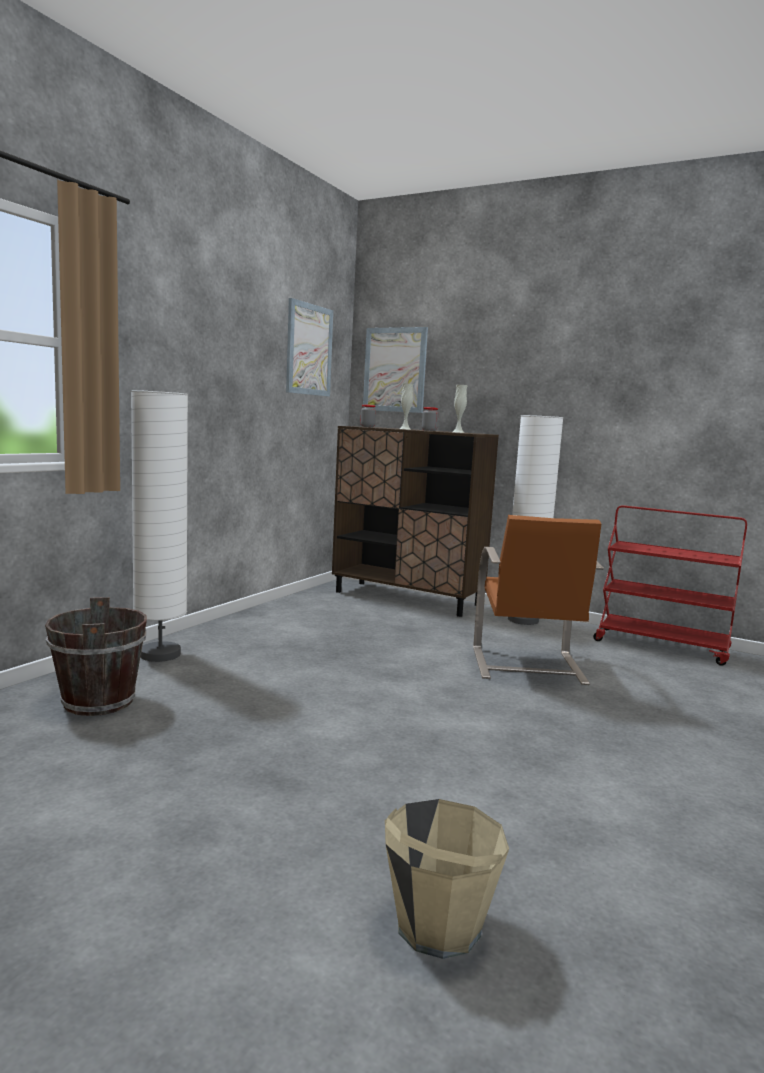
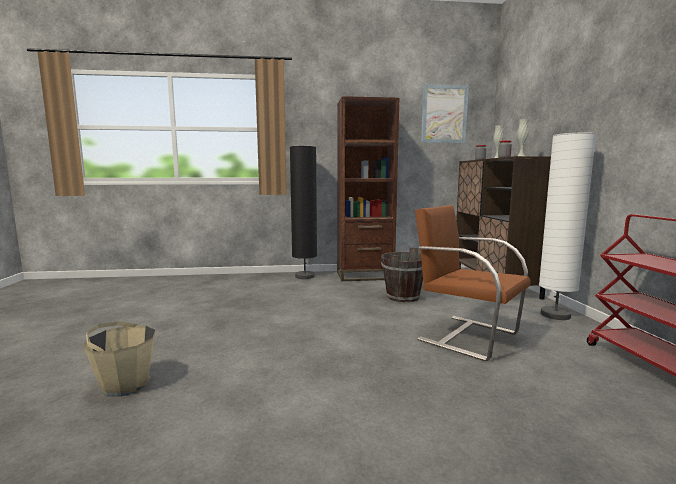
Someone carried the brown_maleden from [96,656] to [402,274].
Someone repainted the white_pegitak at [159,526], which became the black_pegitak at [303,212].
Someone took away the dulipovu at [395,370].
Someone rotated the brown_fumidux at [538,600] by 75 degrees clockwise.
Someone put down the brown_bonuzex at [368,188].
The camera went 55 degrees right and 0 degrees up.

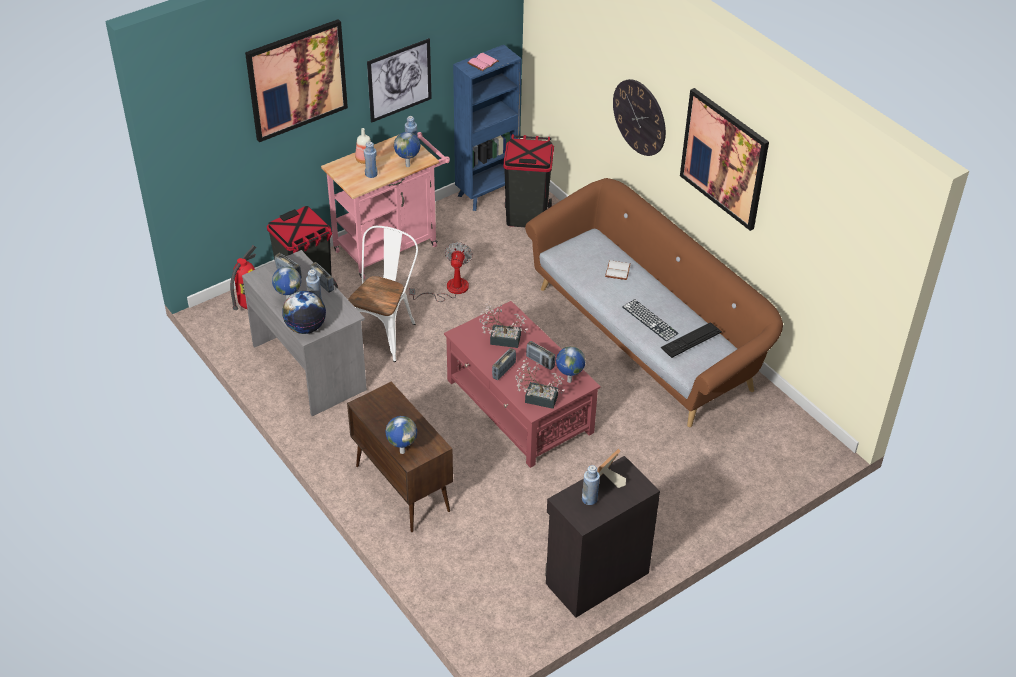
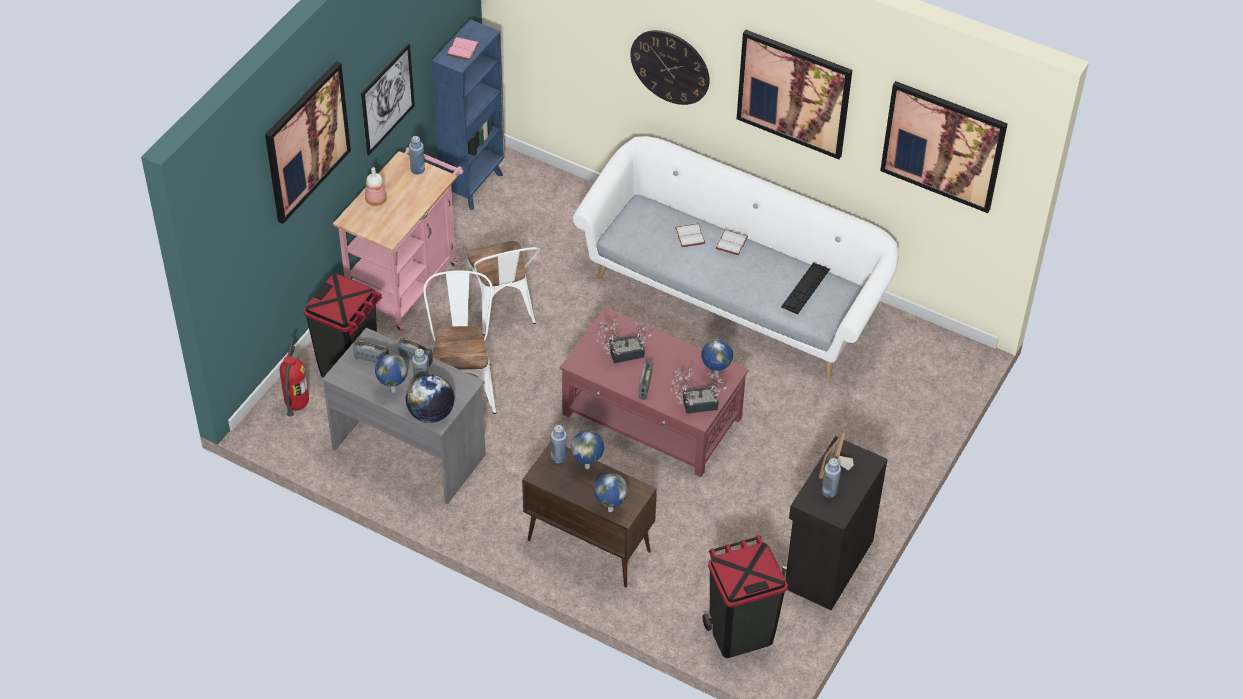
Someone carried the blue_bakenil from [371,160] to [559,444].
Someone carried the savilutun from [407,149] to [587,449].
Someone swapped the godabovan at [441,272] for the white_fumidux at [502,288].
Someone carried the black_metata from [528,180] to [745,596].
Someone repainted the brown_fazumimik at [654,302], which became the white_fazumimik at [736,257].
Someone took away the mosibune at [540,355].
Someone took away the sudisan at [650,320].
Someone put down the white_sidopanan at [732,242].
Someone put up the dulipovu at [944,147].
The camera went 25 degrees left and 5 degrees up.

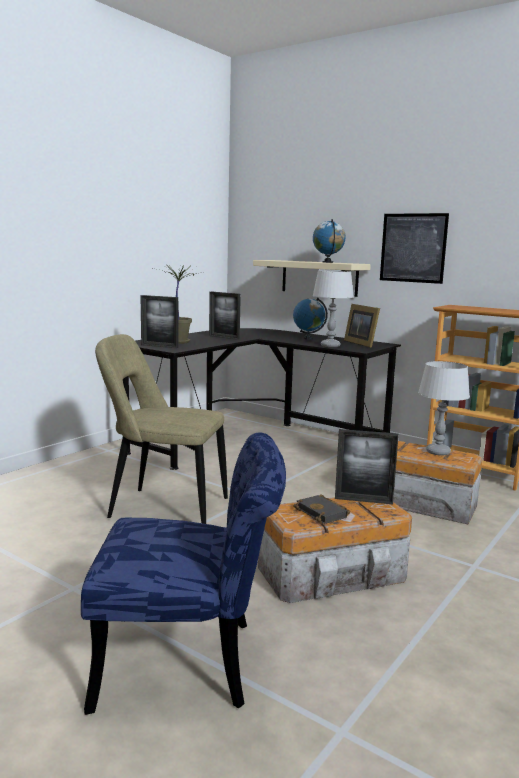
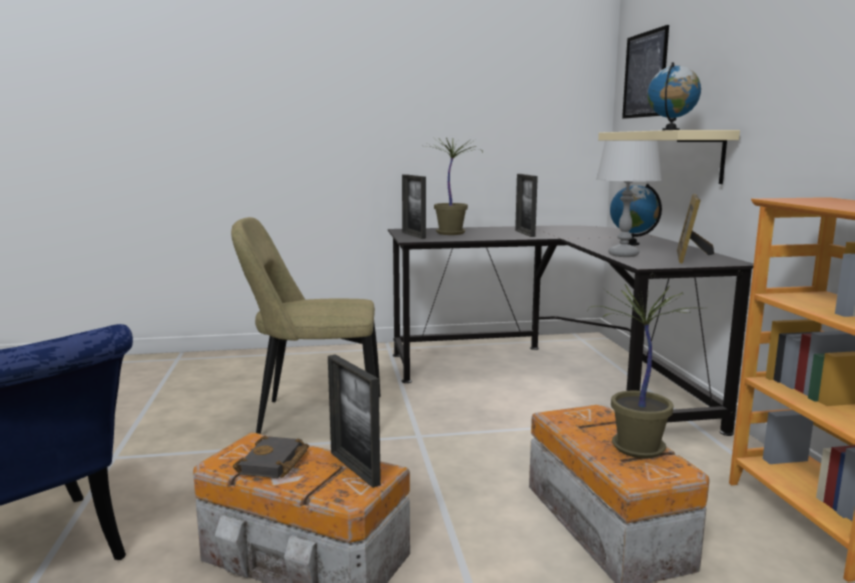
Someone rotated the beige_fumidux at [161,429] by 60 degrees counterclockwise.
Someone carried the dulipovu from [414,248] to [645,72].
Someone swapped the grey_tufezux at [444,408] for the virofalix at [642,371].
The camera went 45 degrees right and 0 degrees up.

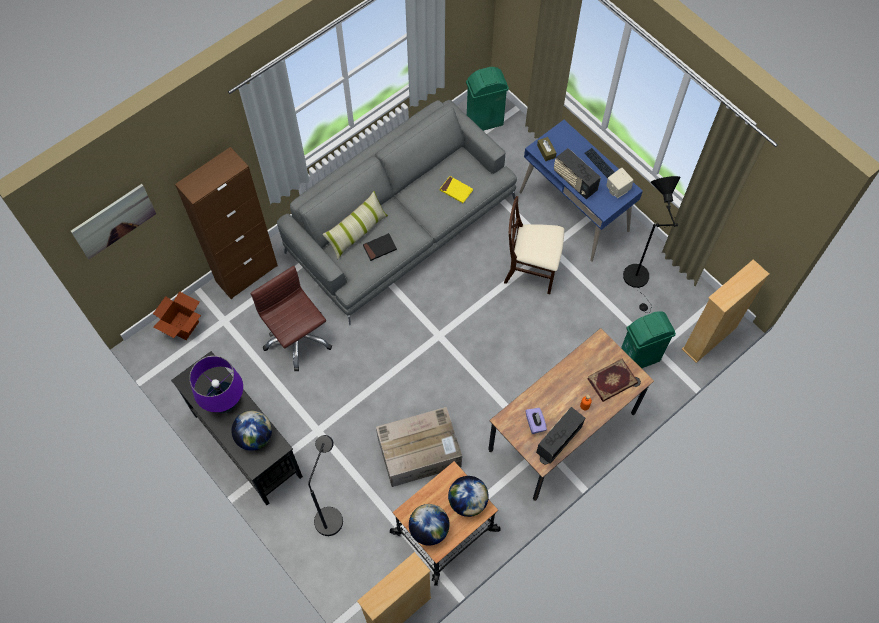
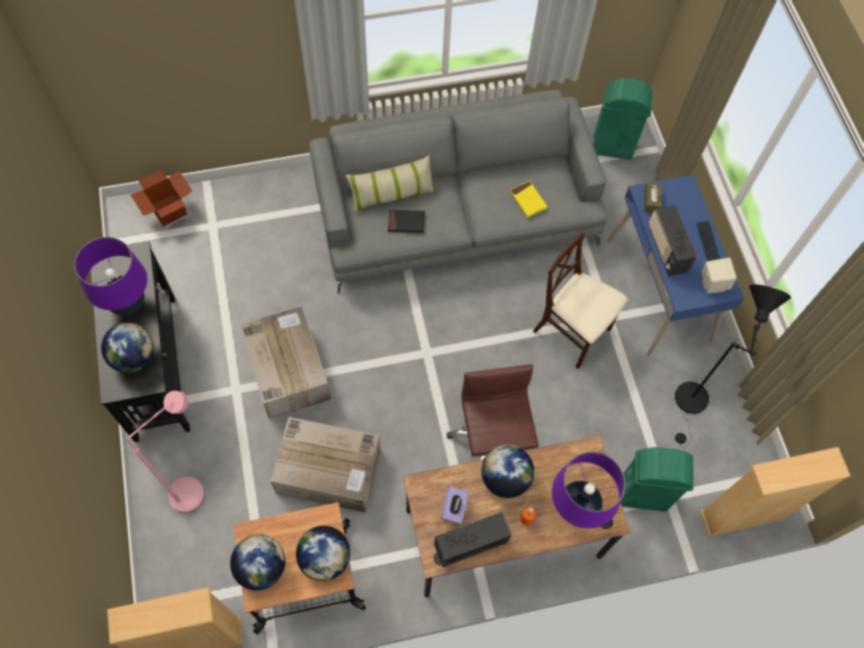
Someone took away the dulipovu at [113,221].
Someone took away the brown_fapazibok at [226,223].
Someone carried the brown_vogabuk from [291,318] to [493,412].
Someone repainted the black_pegitak at [325,485], which became the pink_pegitak at [166,452].
Someone swapped the sidopanan at [612,380] for the purple_tufezux at [589,490].
Someone put down the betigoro at [285,362].
Someone put down the savilutun at [507,471].
The camera went 25 degrees right and 0 degrees up.

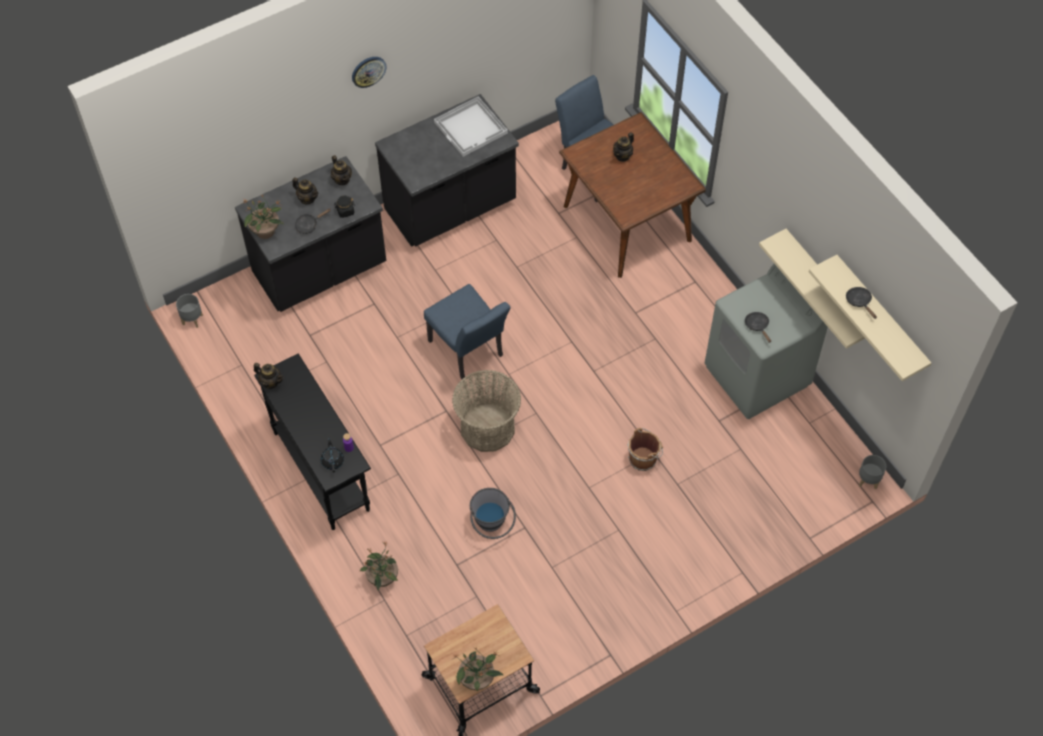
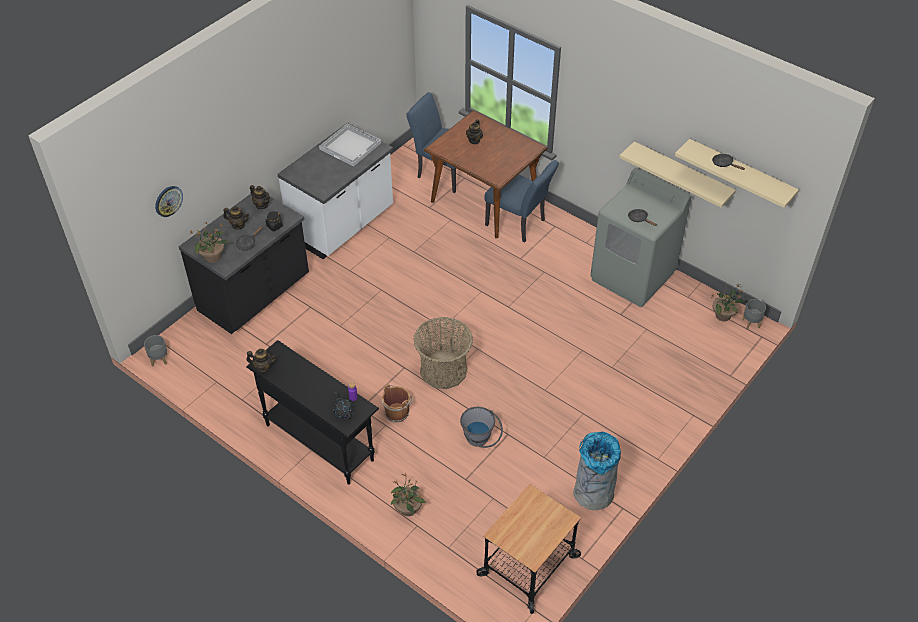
Someone carried the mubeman from [369,72] to [169,201].
Someone repainted the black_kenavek at [447,170], which became the white_kenavek at [335,191].
Someone carried the blue_fumidux from [467,331] to [521,201].
Someone carried the virofalix from [478,669] to [729,302].
Someone carried the brown_maleden from [645,449] to [397,403].
Someone put down the grey_metata at [597,471].
The camera went 20 degrees left and 10 degrees down.

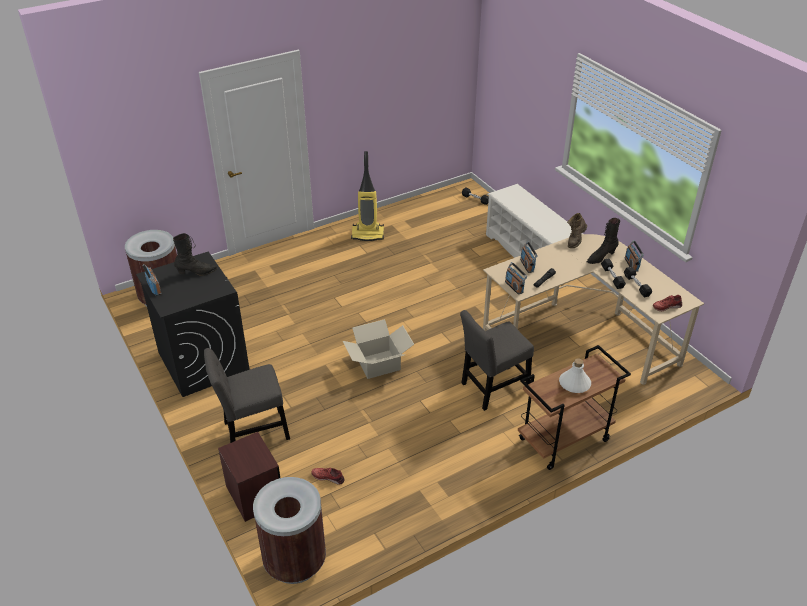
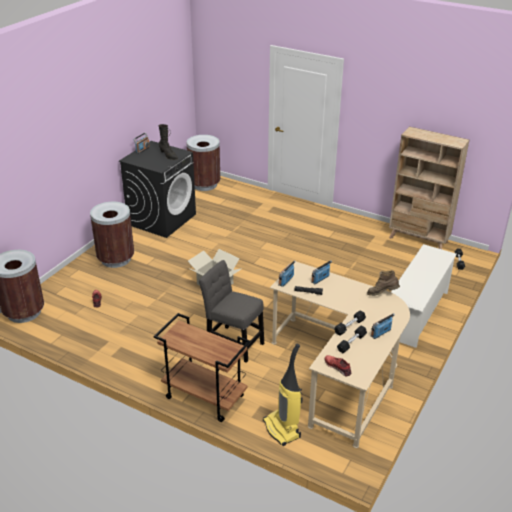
Someone swapped the grey_fumidux at [247,395] for the brown_metata at [112,235].
Someone took away the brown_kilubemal at [249,477].
Someone carried the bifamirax from [367,196] to [283,394].
Someone took away the white_bakenil at [575,375].
Someone took away the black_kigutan at [603,241].
Someone put down the beige_bonuzex at [429,188].
The camera went 60 degrees right and 5 degrees down.

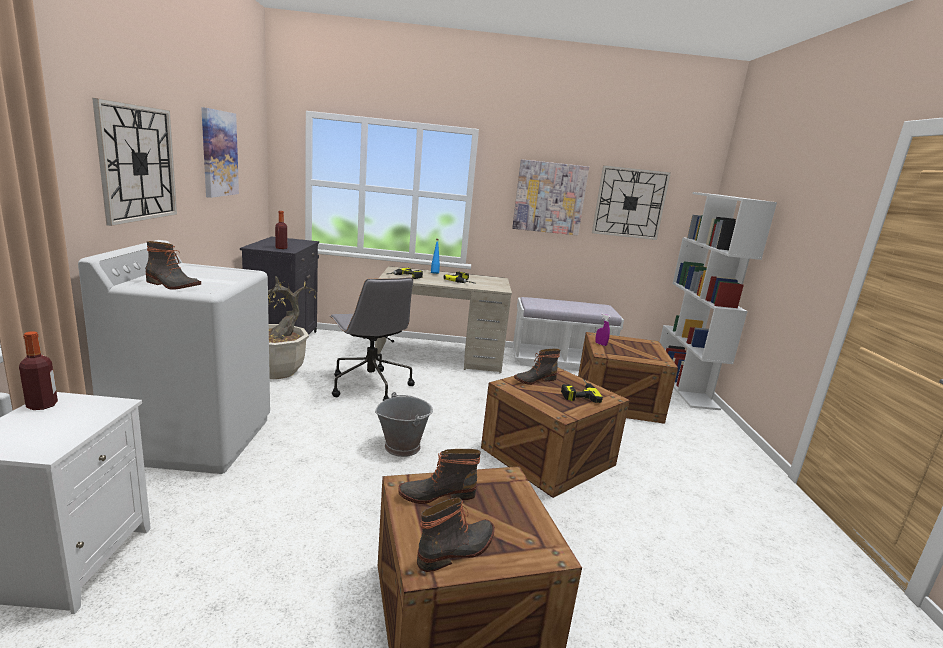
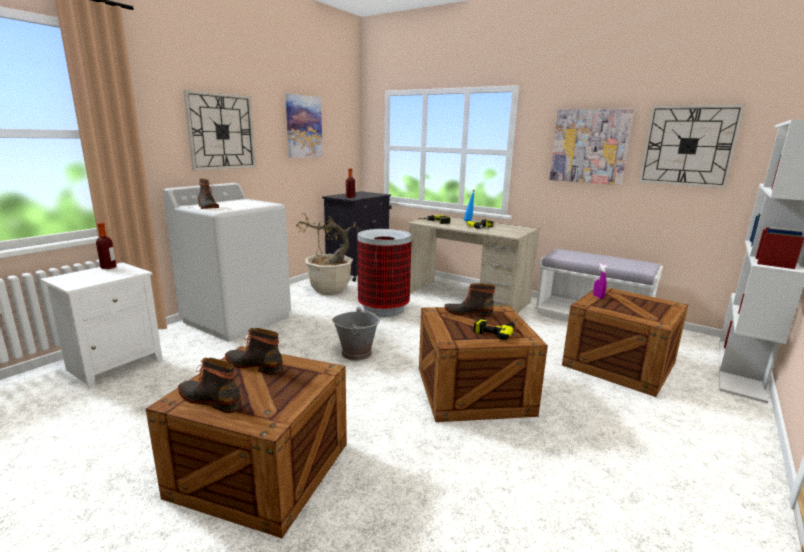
Someone swapped the grey_vogabuk at [372,339] for the metata at [385,273].
Someone rotated the kigutan at [456,535] by 150 degrees counterclockwise.
The camera went 35 degrees right and 0 degrees up.

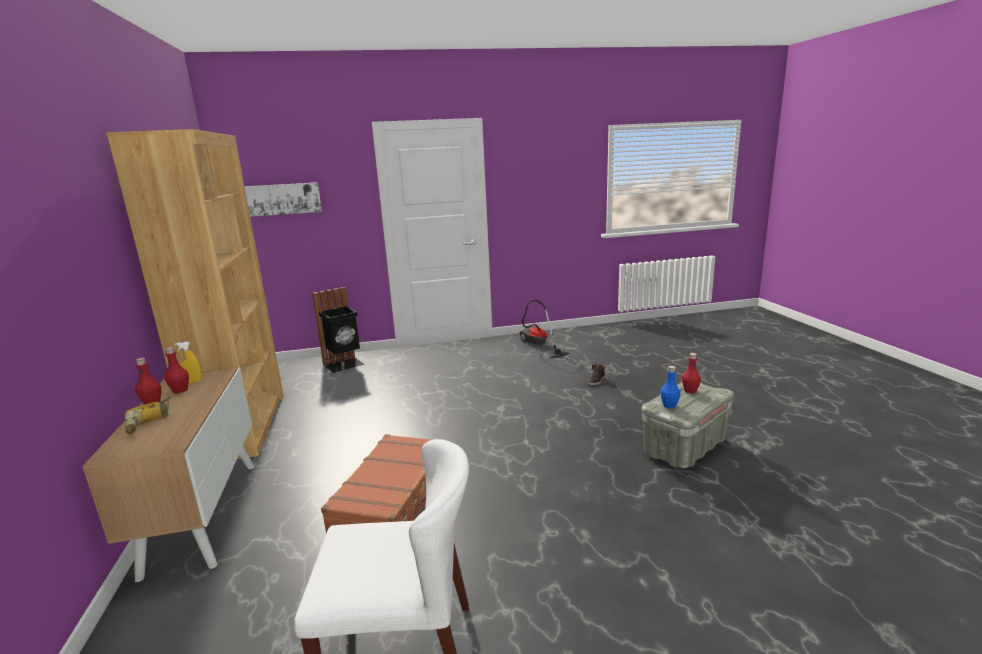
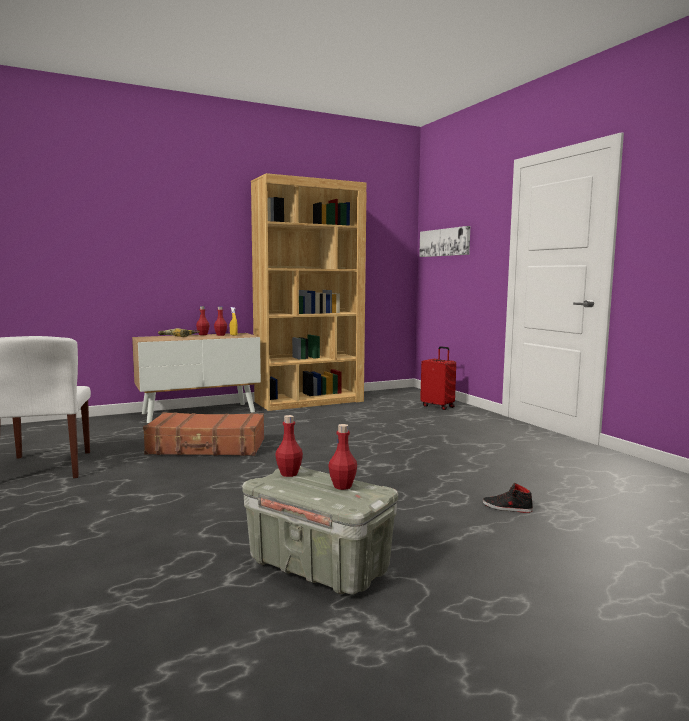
Someone swapped the black_metata at [338,330] for the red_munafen at [438,378].
Someone took away the bifamirax at [544,329].
Someone repainted the blue_bakenil at [670,387], which became the red_bakenil at [289,446].
The camera went 75 degrees right and 10 degrees down.

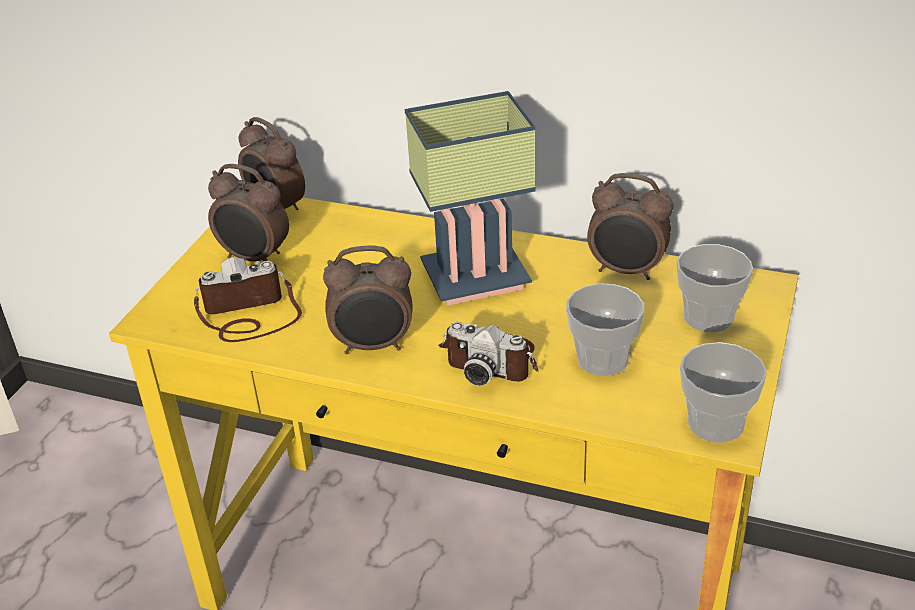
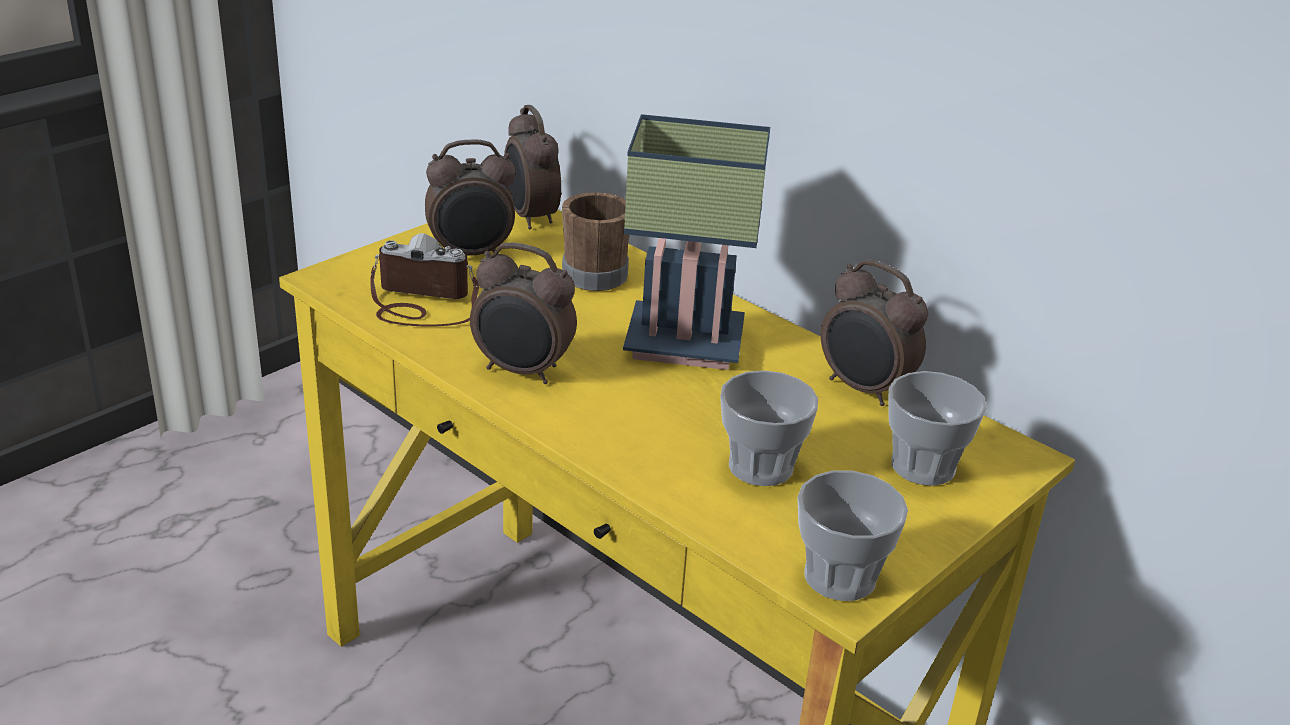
Someone rotated the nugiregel at [248,212] by 60 degrees counterclockwise.
Someone took away the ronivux at [488,353].
Someone put down the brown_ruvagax at [595,241].
The camera went 20 degrees right and 5 degrees down.

